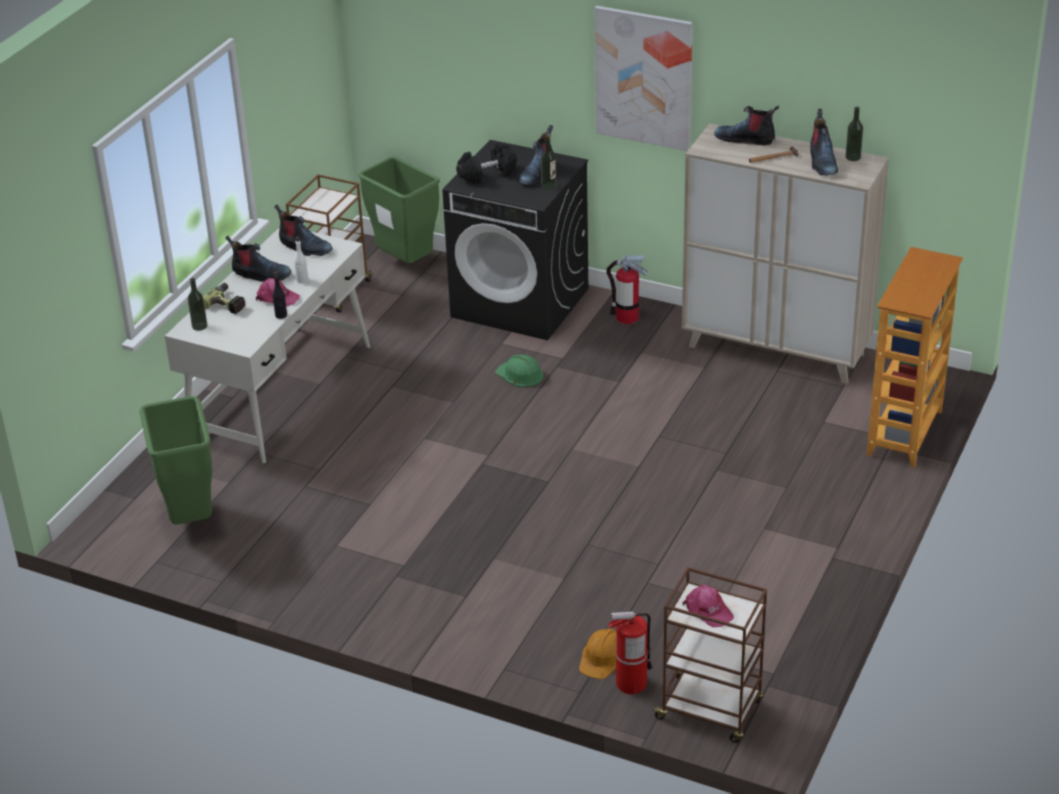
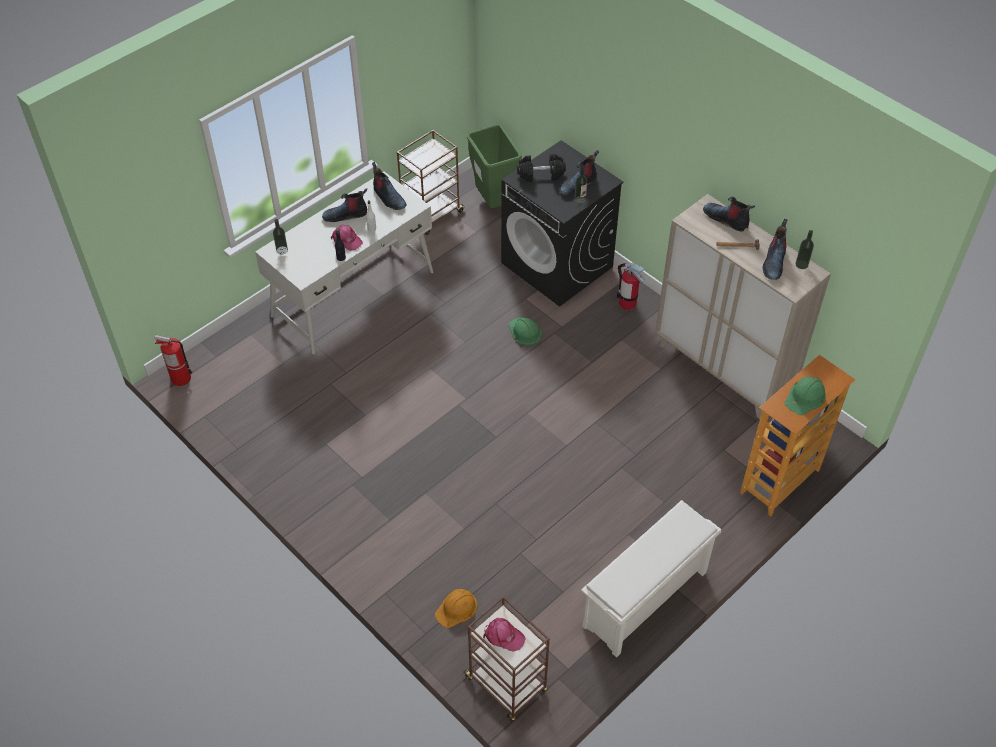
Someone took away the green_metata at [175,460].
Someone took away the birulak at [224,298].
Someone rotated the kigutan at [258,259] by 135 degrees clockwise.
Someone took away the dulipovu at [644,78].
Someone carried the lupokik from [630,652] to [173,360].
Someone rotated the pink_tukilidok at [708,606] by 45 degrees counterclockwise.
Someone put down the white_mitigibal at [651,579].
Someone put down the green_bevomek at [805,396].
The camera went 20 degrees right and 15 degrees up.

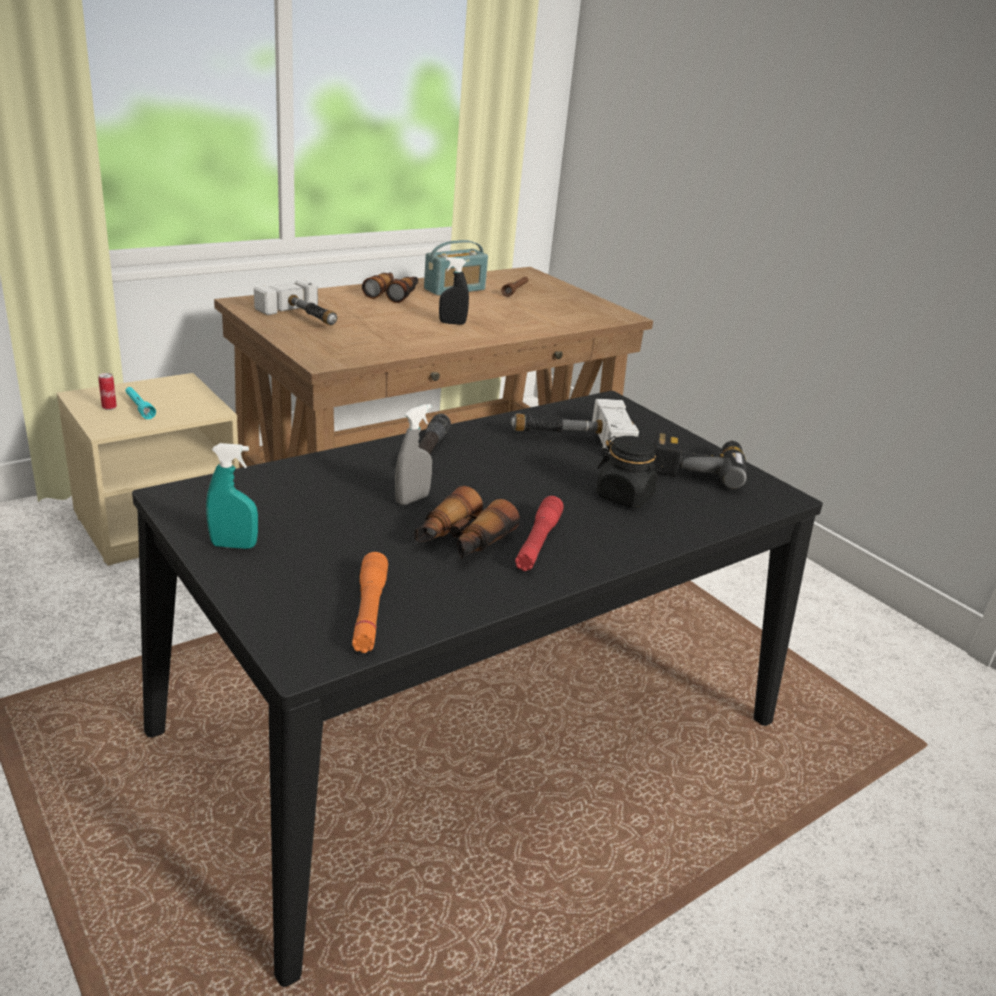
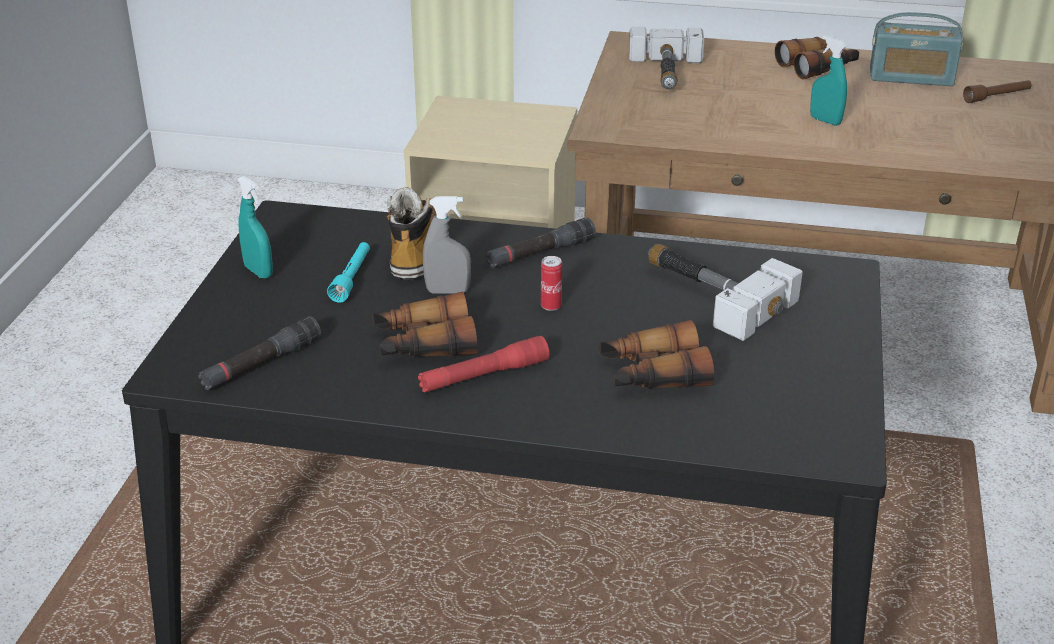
Someone carried the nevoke from [107,391] to [551,283].
Someone carried the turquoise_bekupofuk from [141,403] to [348,272].
Someone repainted the orange_bekupofuk at [370,602], which became the black_bekupofuk at [259,353].
Someone repainted the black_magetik at [454,291], which became the turquoise_magetik at [828,81].
Someone swapped the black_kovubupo at [630,472] for the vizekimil at [656,354].
Someone took away the birulak at [700,460].
Someone put down the kigutan at [411,233].
The camera went 50 degrees right and 5 degrees up.

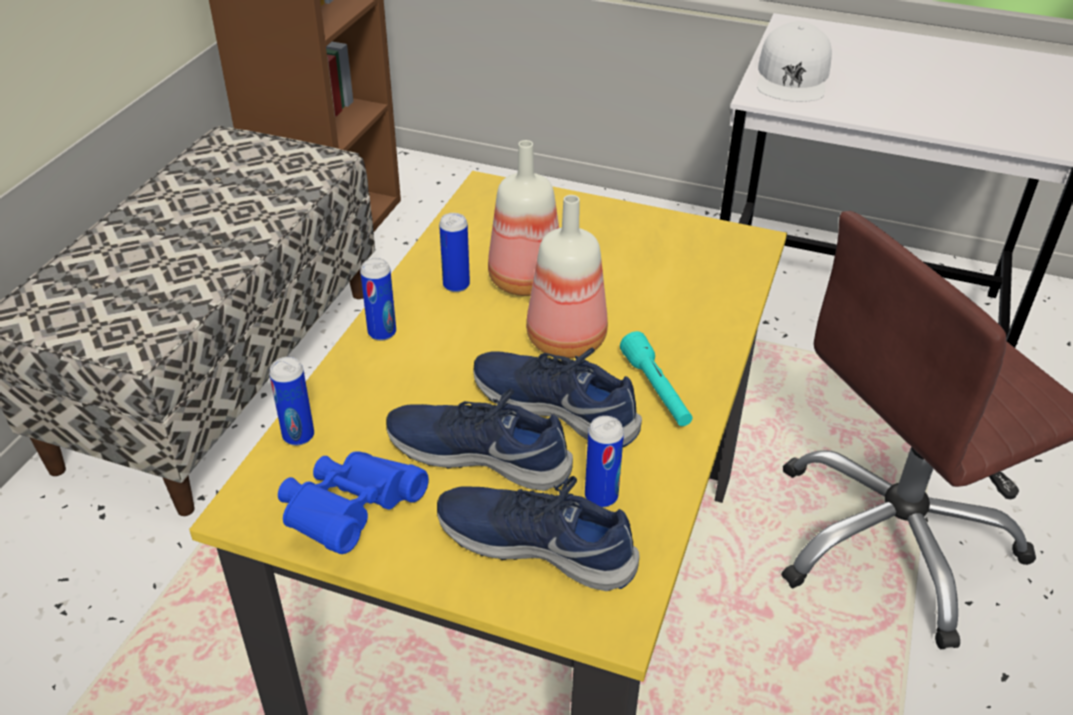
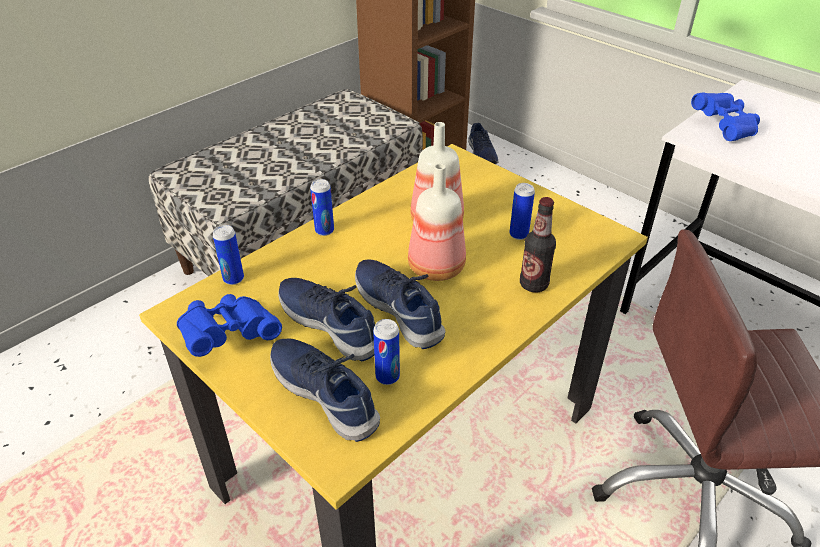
Someone carried the nevoke from [454,252] to [522,211].
Someone took away the turquoise_bekupofuk at [656,378].
Someone swapped the white_tukilidok at [794,61] for the blue_vizekimil at [725,116].
Someone put down the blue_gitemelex at [483,143].
Someone put down the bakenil at [538,244].
The camera went 25 degrees right and 0 degrees up.

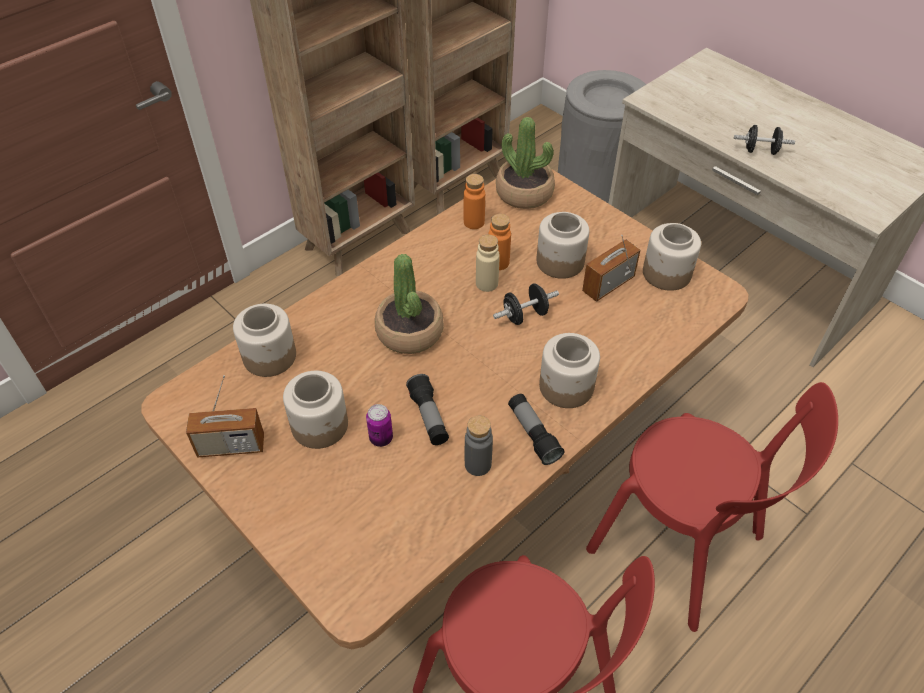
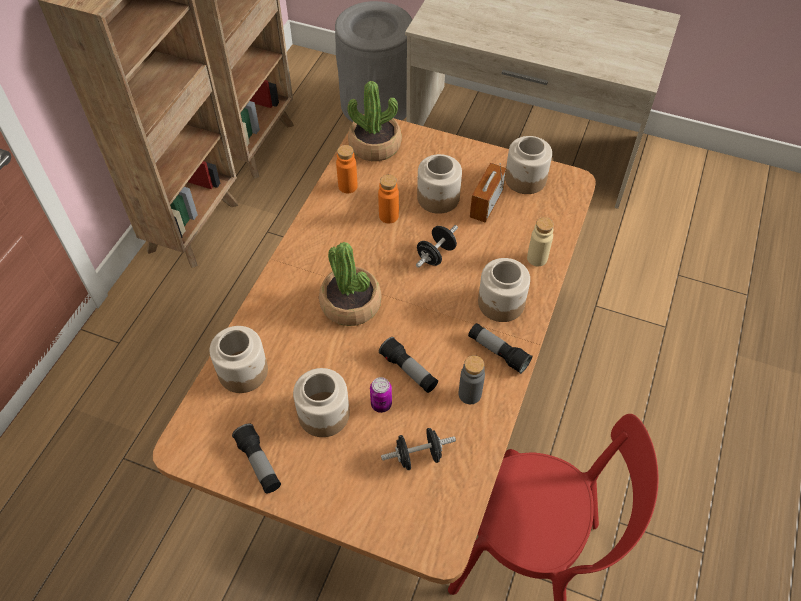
Someone swapped the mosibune at [225,416] for the bekupofuk at [256,458].
Someone carried the beige_bakenil from [488,263] to [540,241].
Someone took away the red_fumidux at [712,507].
Someone carried the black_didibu from [764,140] to [418,449].
The camera went 25 degrees left and 5 degrees up.

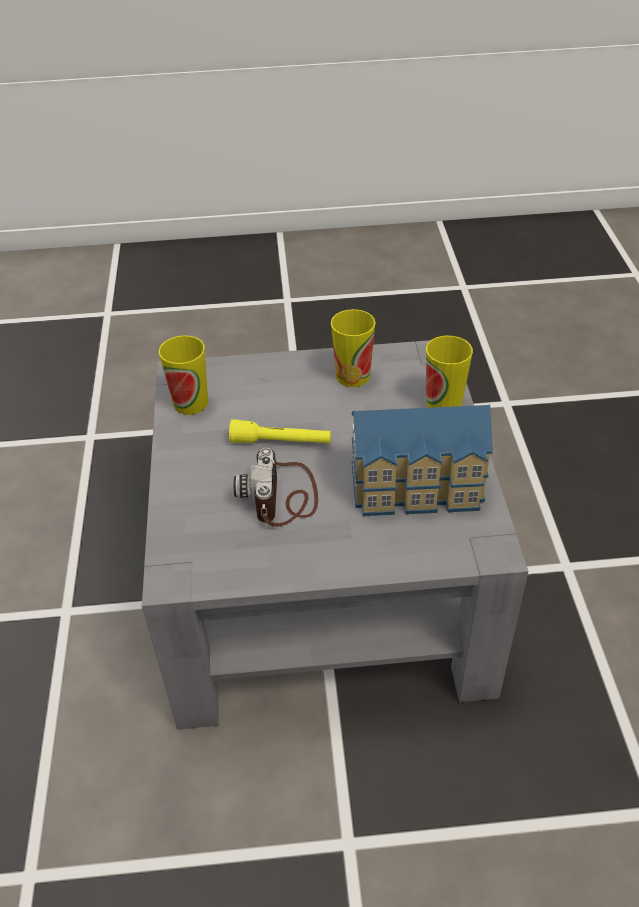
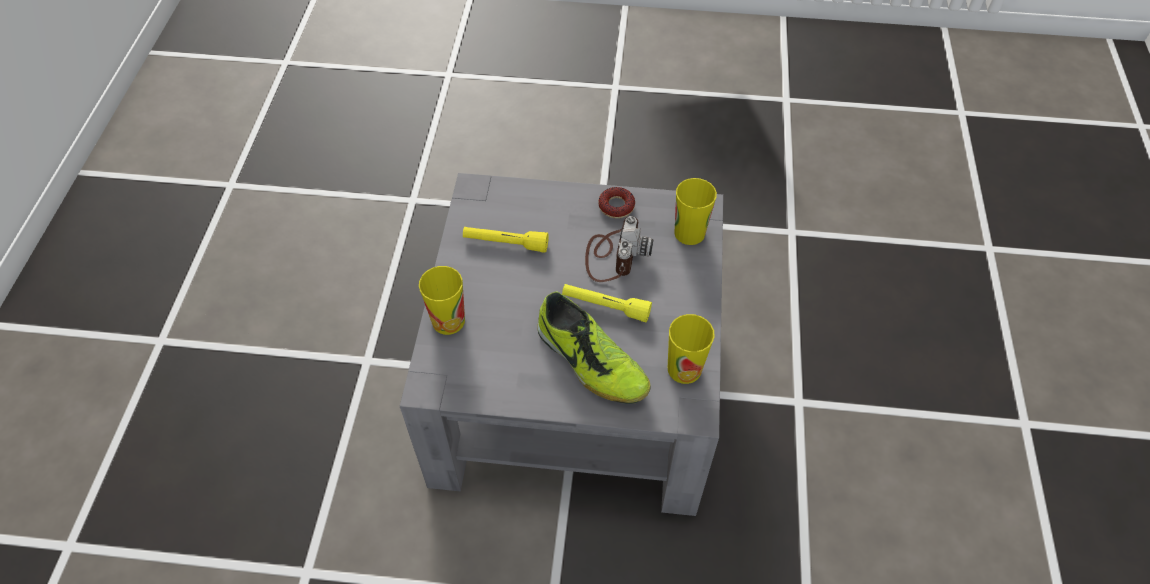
Someone carried the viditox from [353,348] to [695,211].
Someone swapped the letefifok at [422,460] for the yellow_bekupofuk at [506,240].
Someone put down the gitemelex at [593,347].
Someone put down the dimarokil at [616,202].
The camera went 170 degrees left and 10 degrees up.

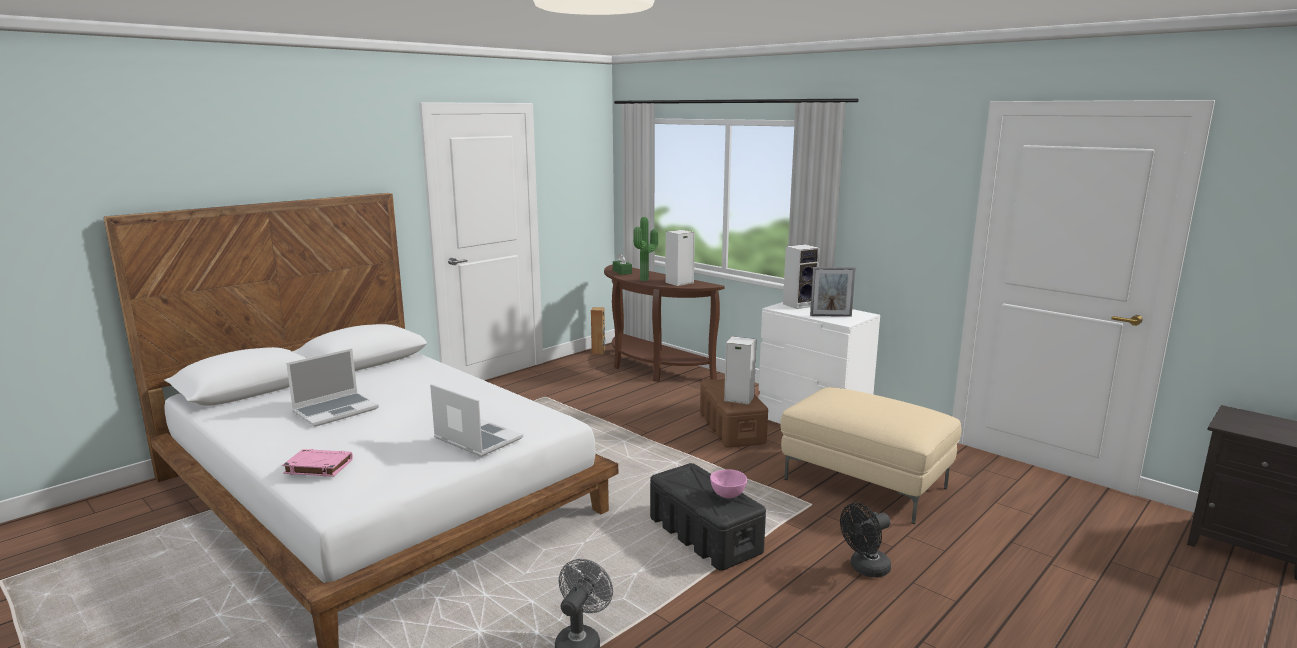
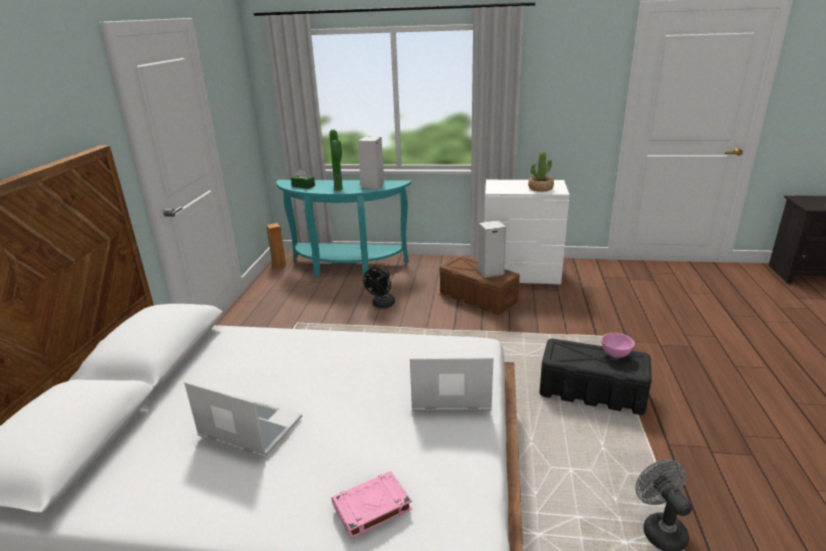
Someone rotated the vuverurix at [332,387] by 75 degrees counterclockwise.
Someone repainted the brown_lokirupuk at [664,323], which became the turquoise_lokirupuk at [343,228].
Someone took away the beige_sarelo at [871,455].
Someone took away the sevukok at [801,276].
Someone swapped the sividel at [832,292] for the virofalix at [541,171].
Someone carried the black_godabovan from [865,540] to [379,288].
The camera went 35 degrees left and 10 degrees up.

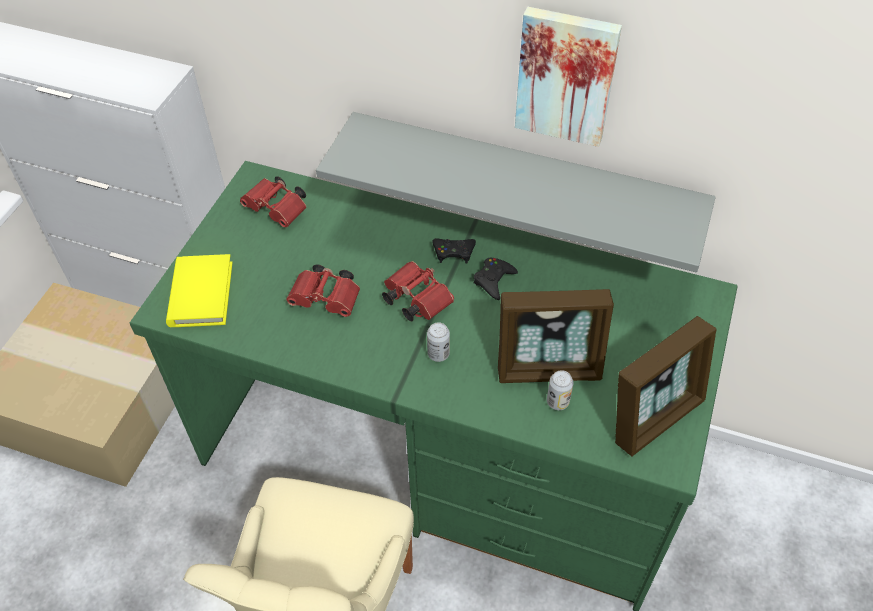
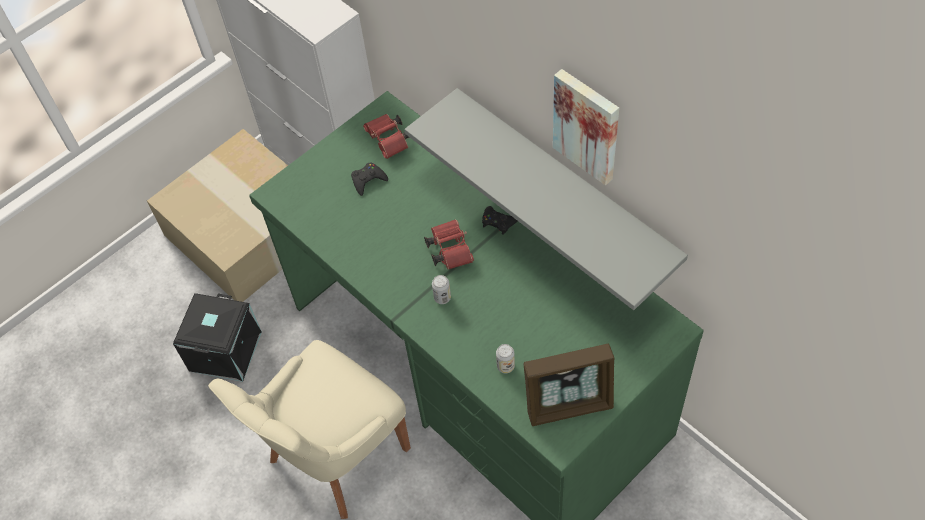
Someone took away the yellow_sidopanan at [199,290].
Someone took away the red_vizekimil at [323,291].
Someone carried the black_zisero from [495,279] to [369,179].
Someone took away the sividel at [556,336].
Someone put down the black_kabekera at [217,337].
The camera went 30 degrees right and 5 degrees up.

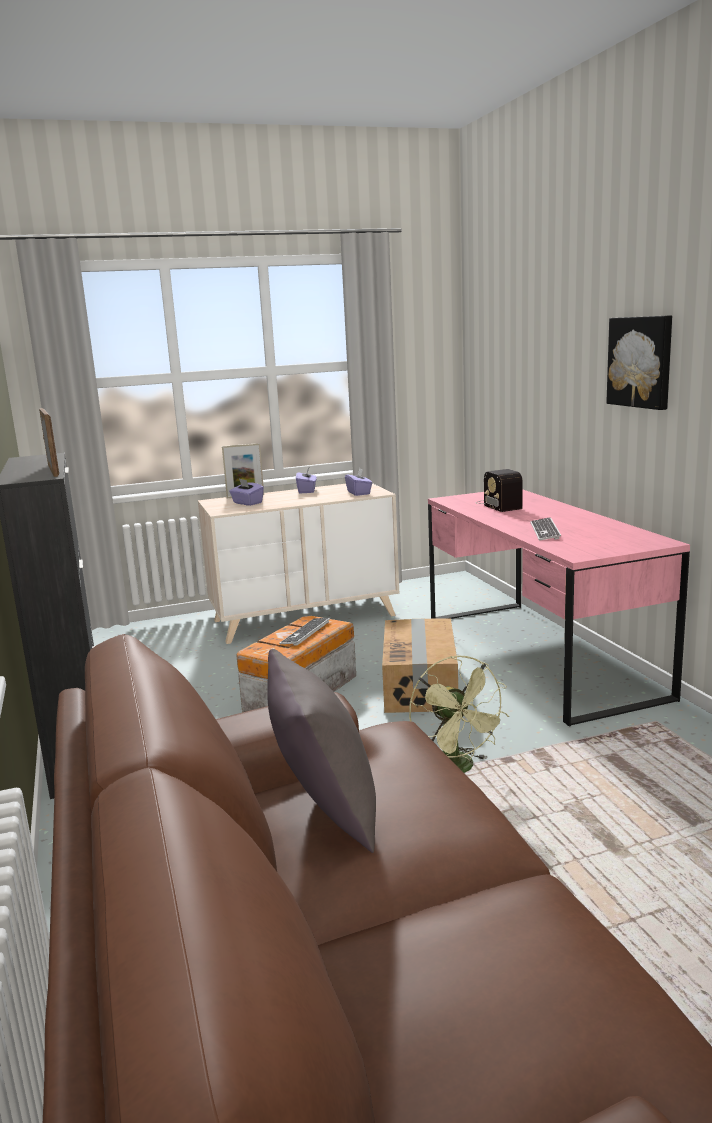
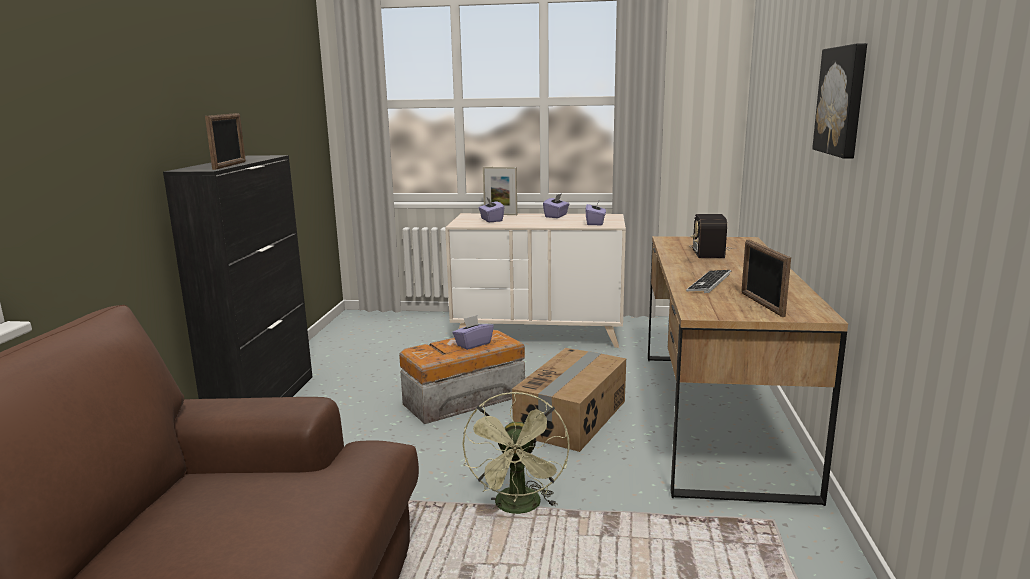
Someone took away the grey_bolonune at [321,751].
Someone swapped the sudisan at [305,632] for the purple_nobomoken at [473,332].
Someone repainted the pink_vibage at [559,608], which became the brown_vibage at [748,371].
Someone put down the sividel at [766,278].
The camera went 25 degrees right and 0 degrees up.

